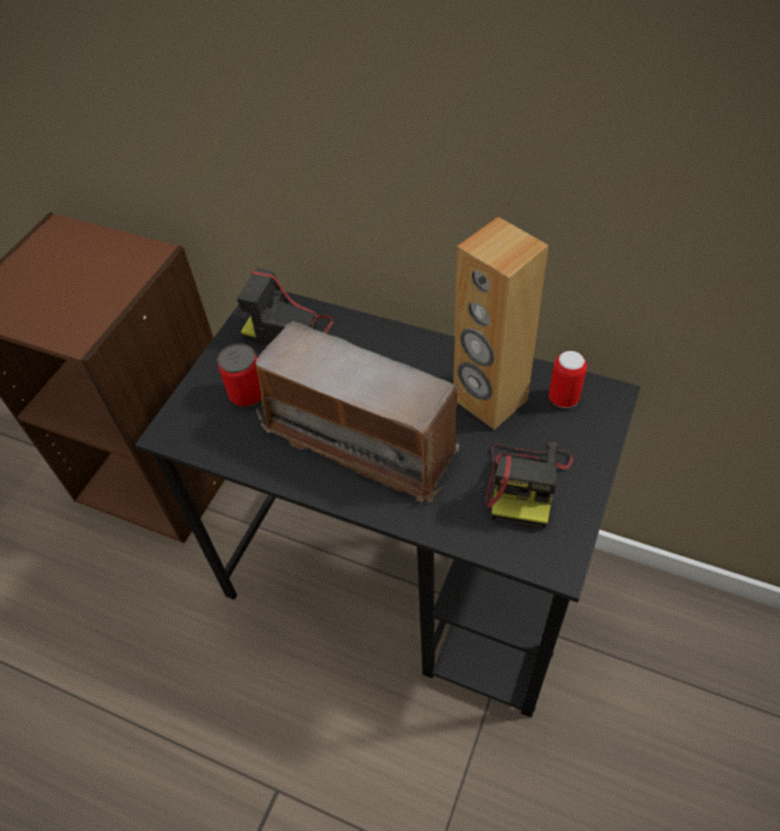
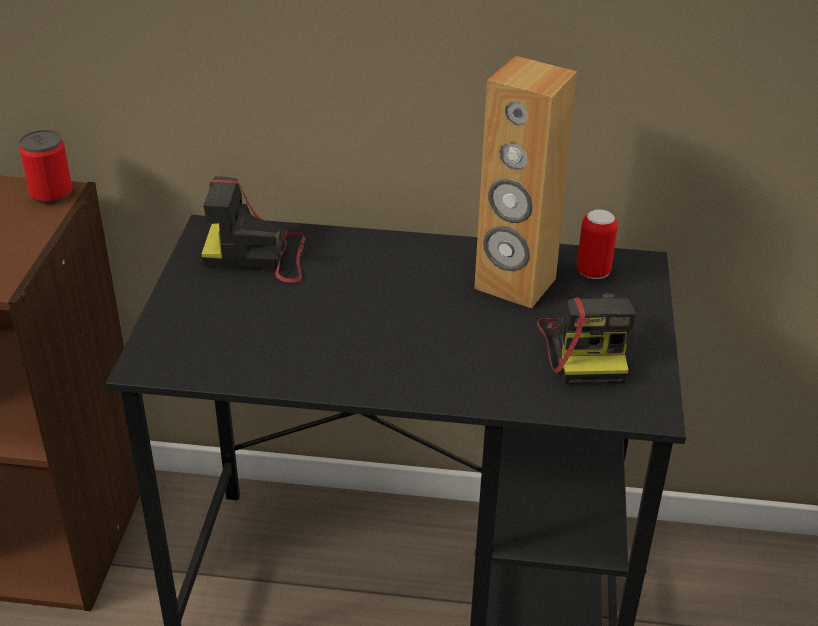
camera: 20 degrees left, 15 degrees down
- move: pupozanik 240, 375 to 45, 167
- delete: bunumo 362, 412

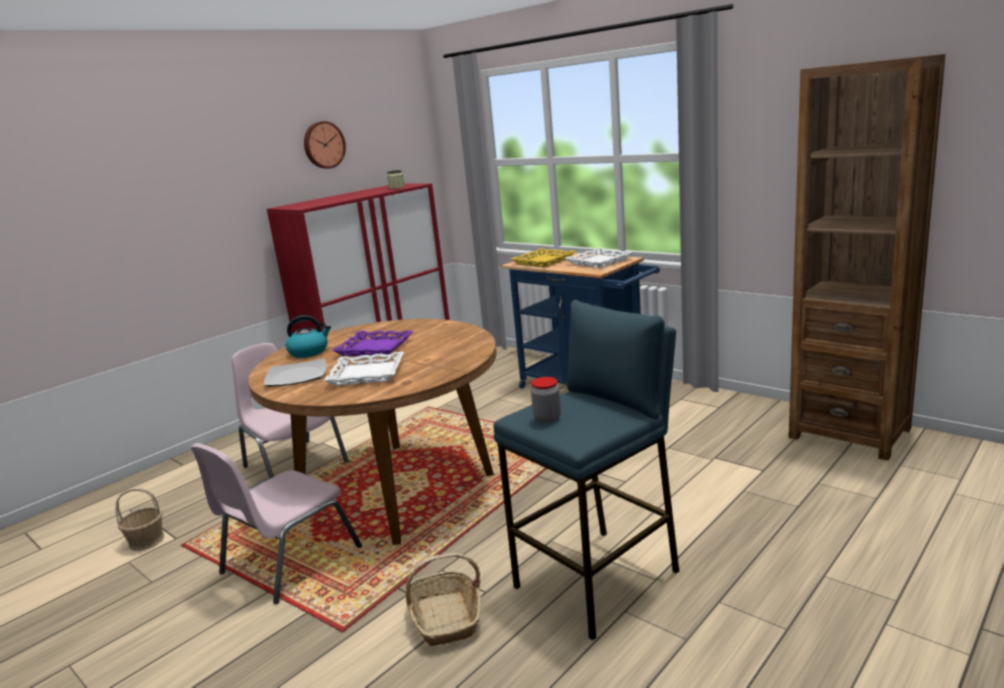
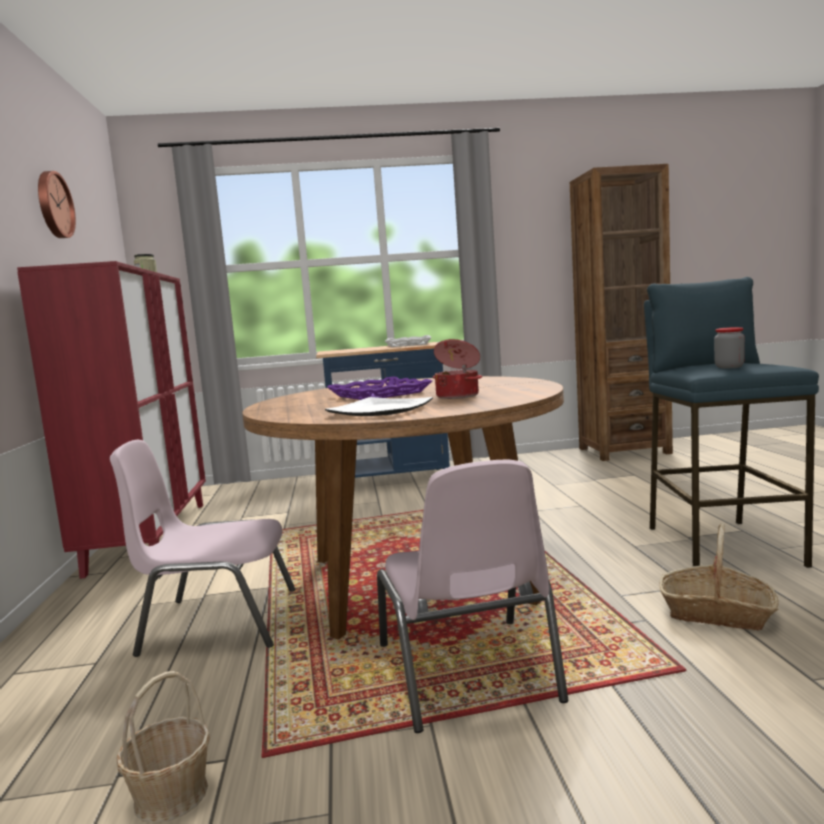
camera: 50 degrees left, 10 degrees down
- replace: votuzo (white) 364, 369 to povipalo 457, 369
- delete: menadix 308, 336
- delete: votuzo (yellow) 543, 257

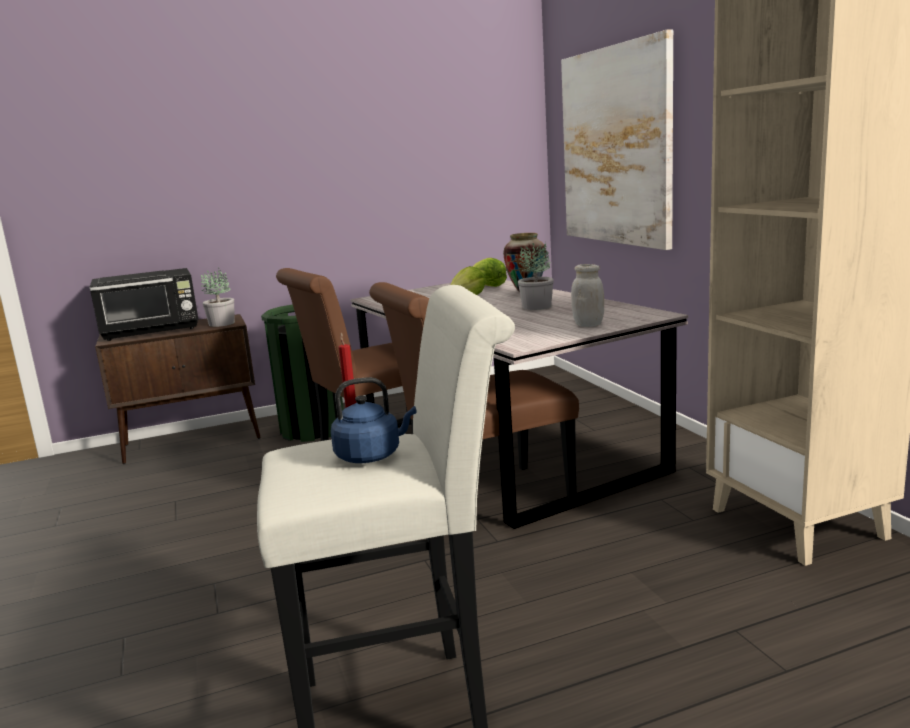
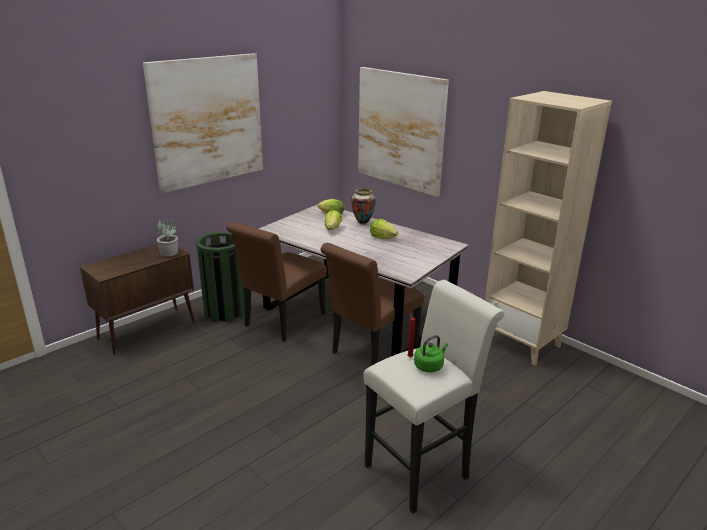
camera: 25 degrees left, 10 degrees up
- insert: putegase 203, 123
- replace: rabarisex 536, 276 to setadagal 384, 229
- recolor: menadix (blue) 373, 420 to menadix (green) 431, 354
- delete: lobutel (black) 143, 304
- delete: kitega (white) 587, 295

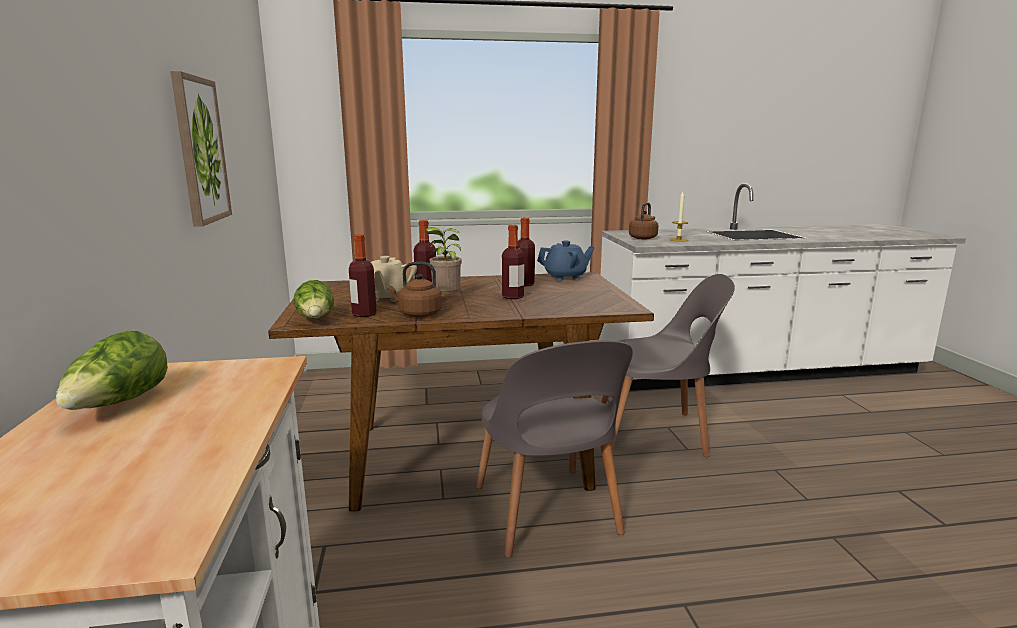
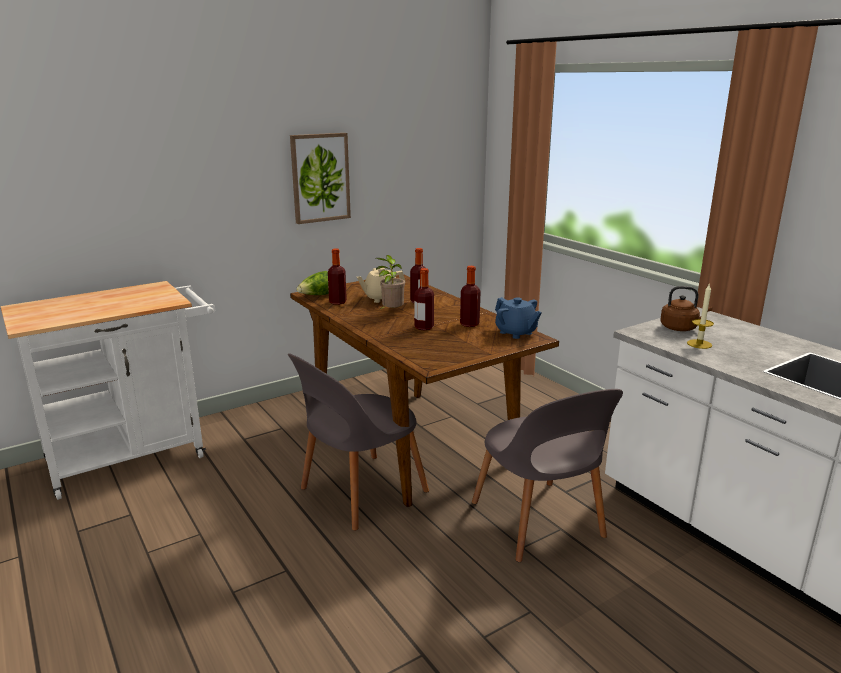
camera: 65 degrees right, 5 degrees up
- delete: setadagal 112, 370
- delete: menadix (brown) 414, 289

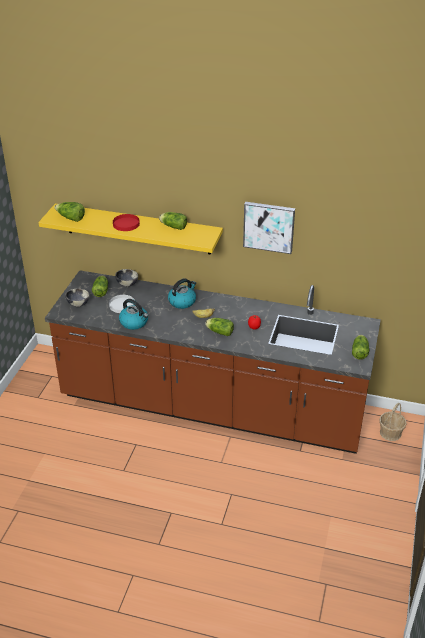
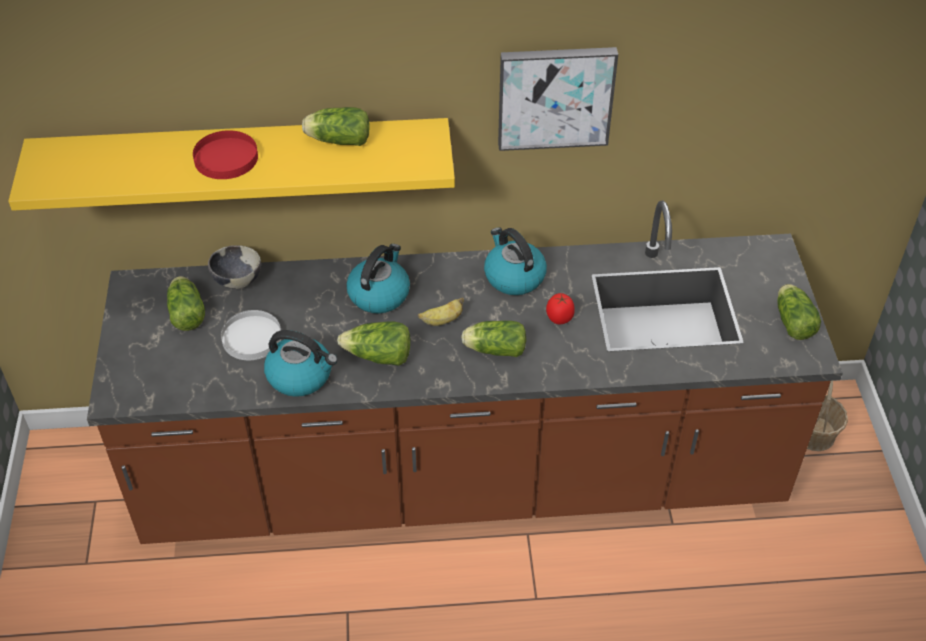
camera: 20 degrees left, 10 degrees up
- move: setadagal 69, 212 to 373, 343
- insert: menadix 515, 261
- delete: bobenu 77, 298

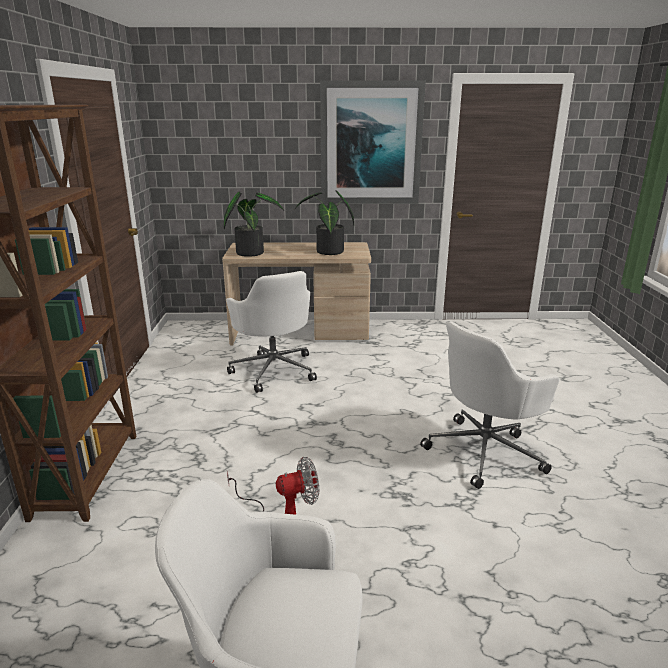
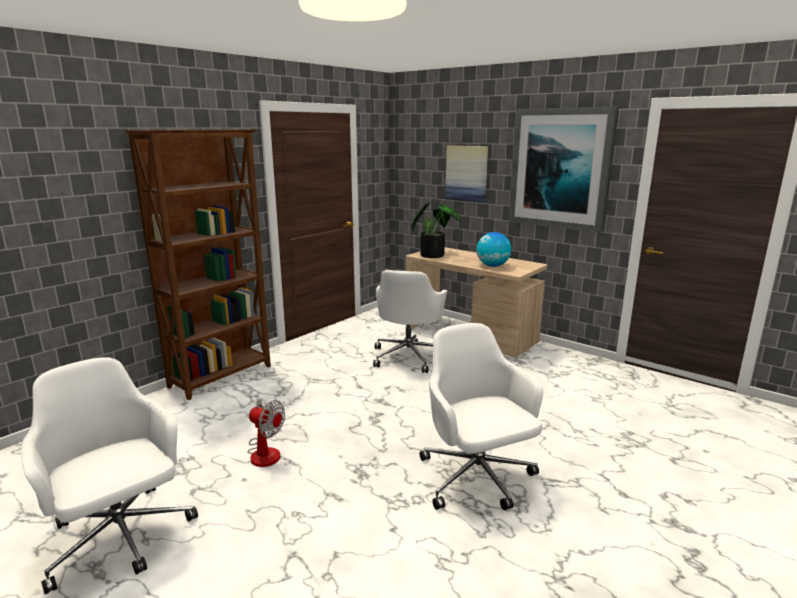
camera: 40 degrees right, 5 degrees down
- rotate: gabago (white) 489, 405 = 481, 416 60 degrees clockwise
- insert: putegase 466, 174
- replace: rabarisex 324, 222 to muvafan 493, 249

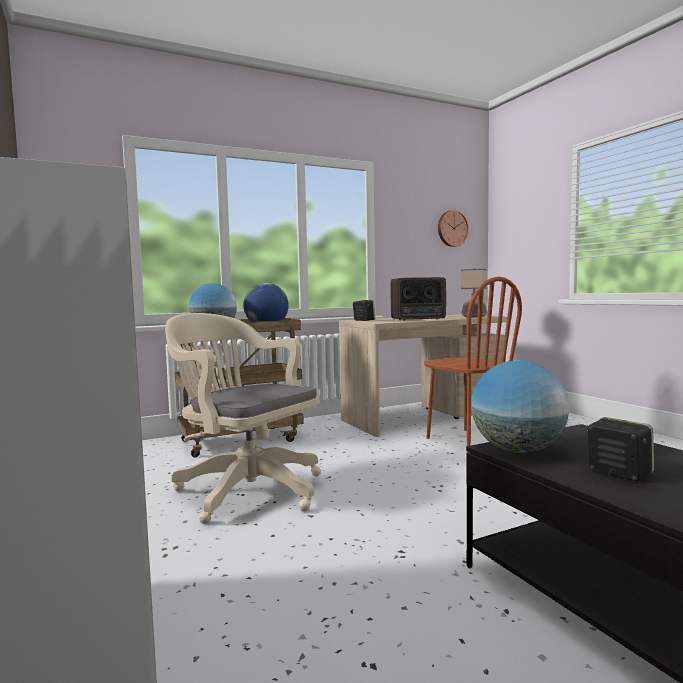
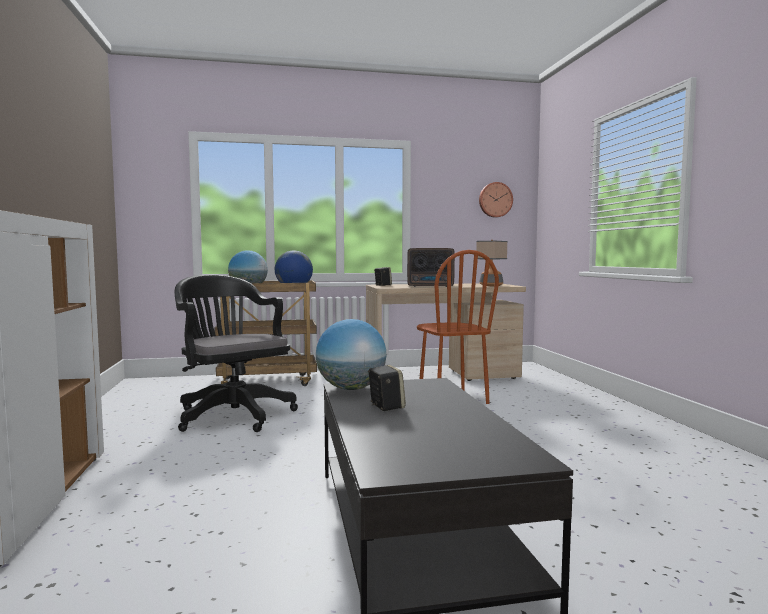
camera: 15 degrees right, 0 degrees up
- recolor: gabago (beige) 243, 418 to gabago (black) 236, 353

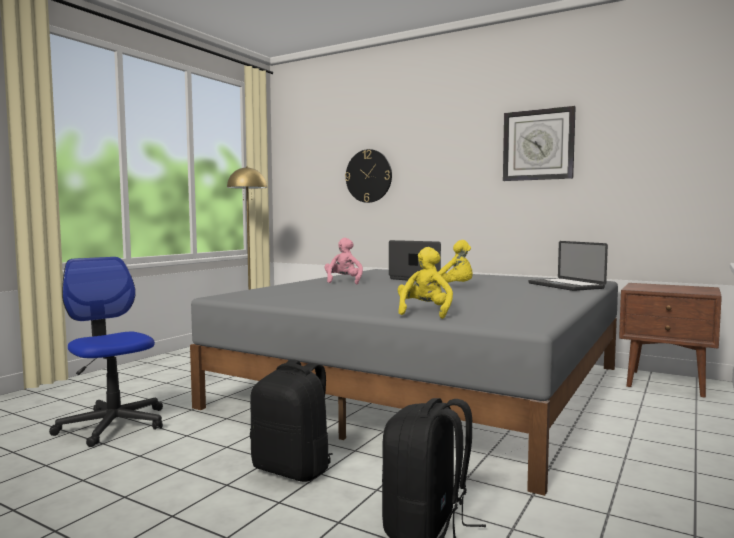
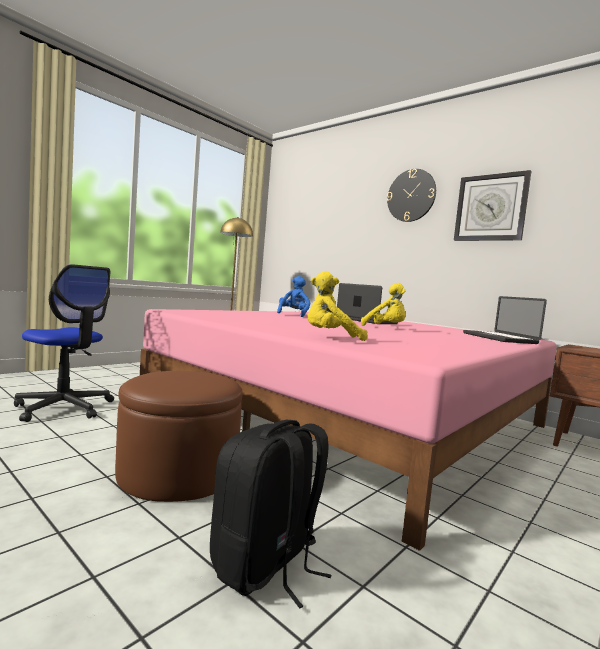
camera: 10 degrees right, 0 degrees up
- rotate: gabago 106, 352 = 64, 343 150 degrees clockwise
- replace: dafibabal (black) 291, 420 to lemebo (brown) 179, 436
- recolor: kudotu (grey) 404, 382 to kudotu (pink) 348, 430
- recolor: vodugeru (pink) 344, 261 to vodugeru (blue) 293, 296
- rotate: vodugeru (yellow) 425, 283 = 337, 306 120 degrees counterclockwise
- move: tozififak 368, 176 to 411, 195

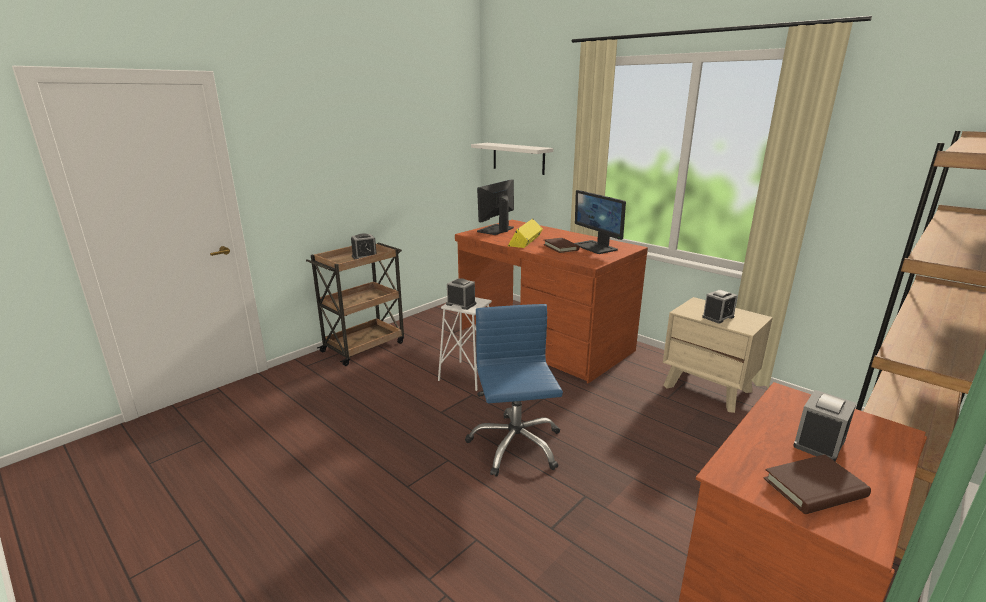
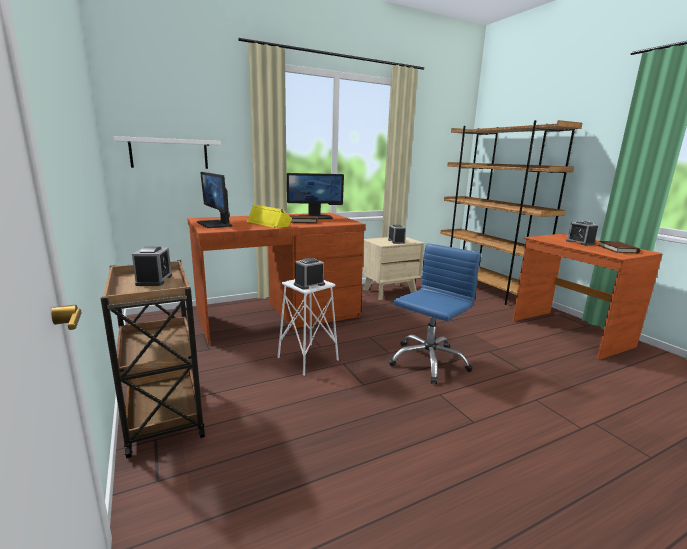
camera: 70 degrees left, 5 degrees down
- rotate: gabago (blue) 514, 390 = 434, 313 120 degrees clockwise

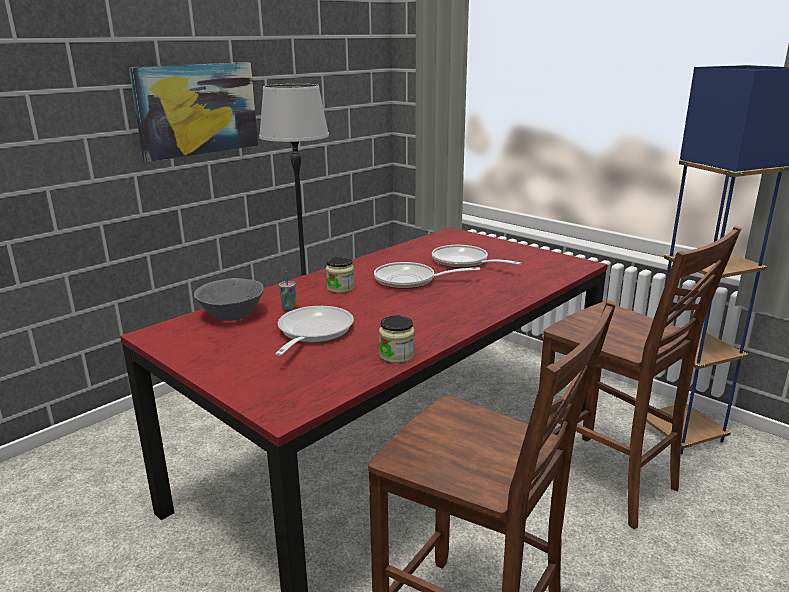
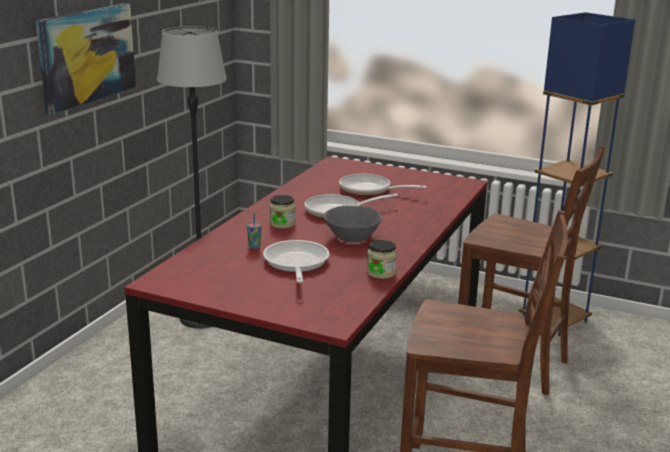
camera: 20 degrees left, 0 degrees up
- move: bobenu (grey) 229, 299 to 353, 224

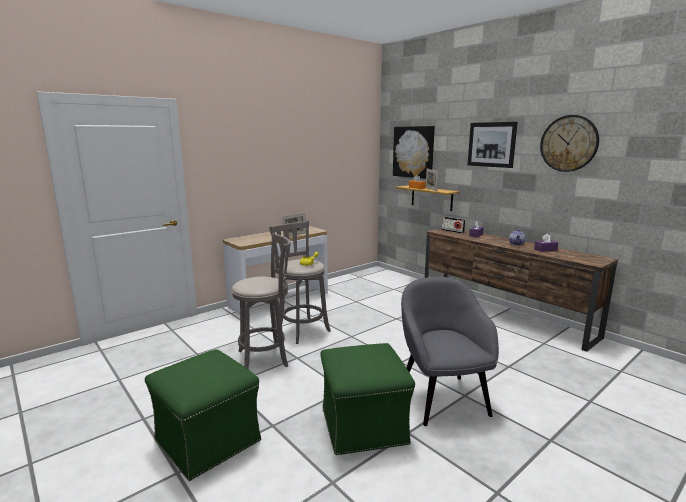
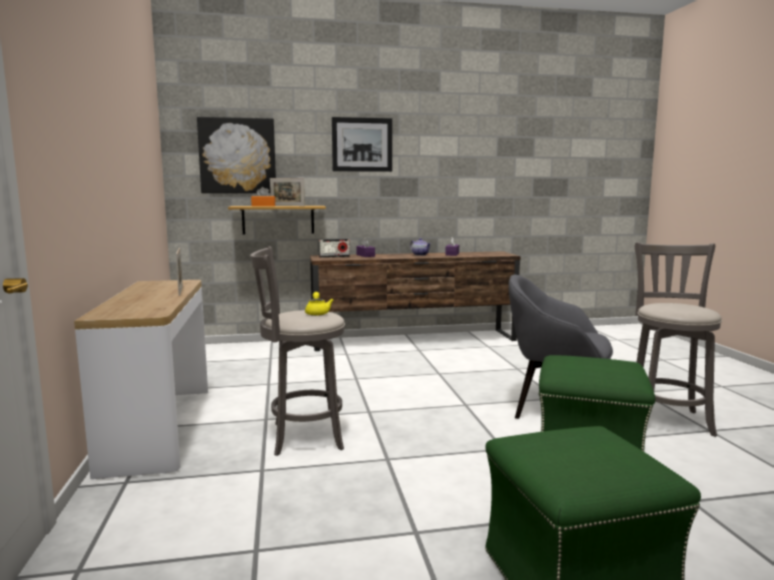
camera: 60 degrees left, 5 degrees down
- move: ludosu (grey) 261, 301 to 678, 339
- delete: tozififak 569, 143

